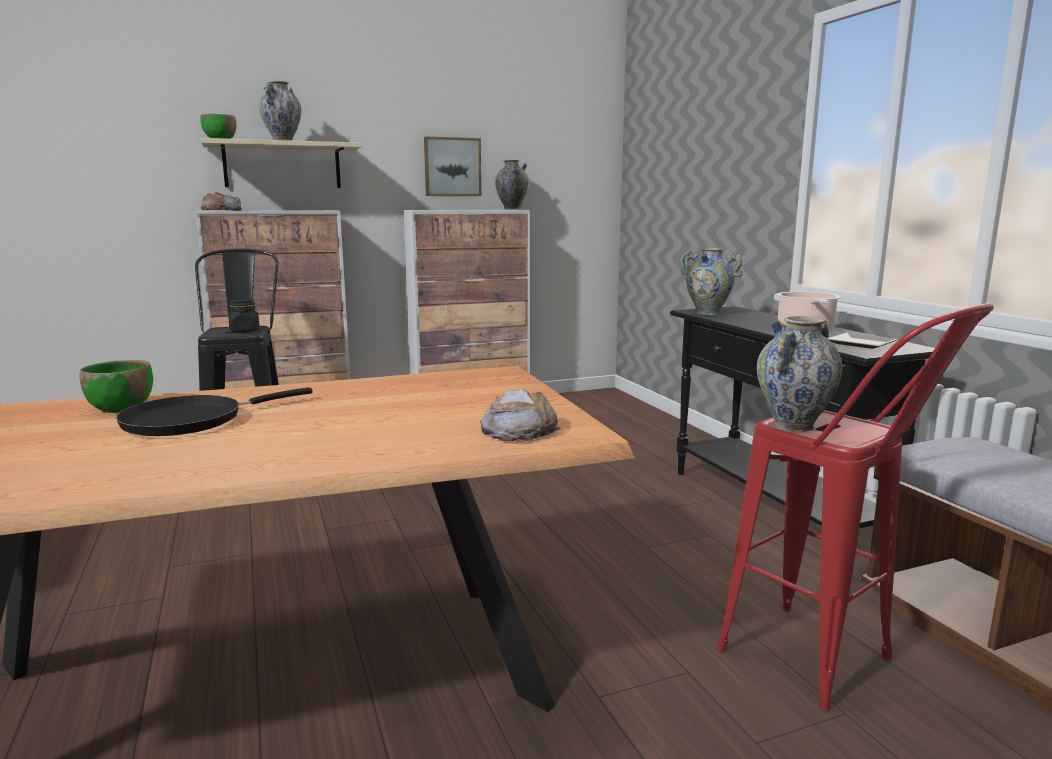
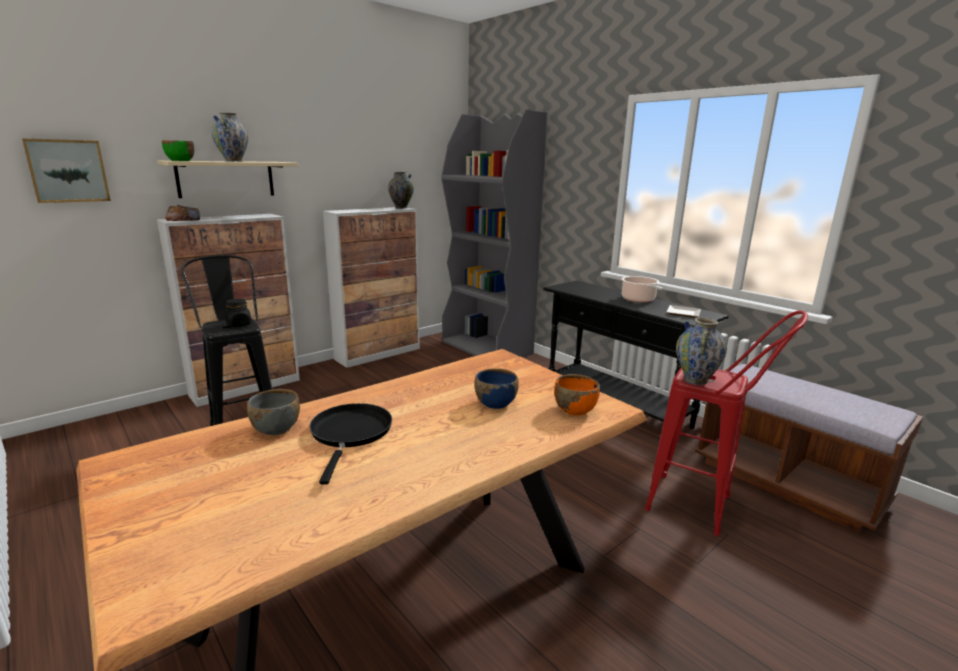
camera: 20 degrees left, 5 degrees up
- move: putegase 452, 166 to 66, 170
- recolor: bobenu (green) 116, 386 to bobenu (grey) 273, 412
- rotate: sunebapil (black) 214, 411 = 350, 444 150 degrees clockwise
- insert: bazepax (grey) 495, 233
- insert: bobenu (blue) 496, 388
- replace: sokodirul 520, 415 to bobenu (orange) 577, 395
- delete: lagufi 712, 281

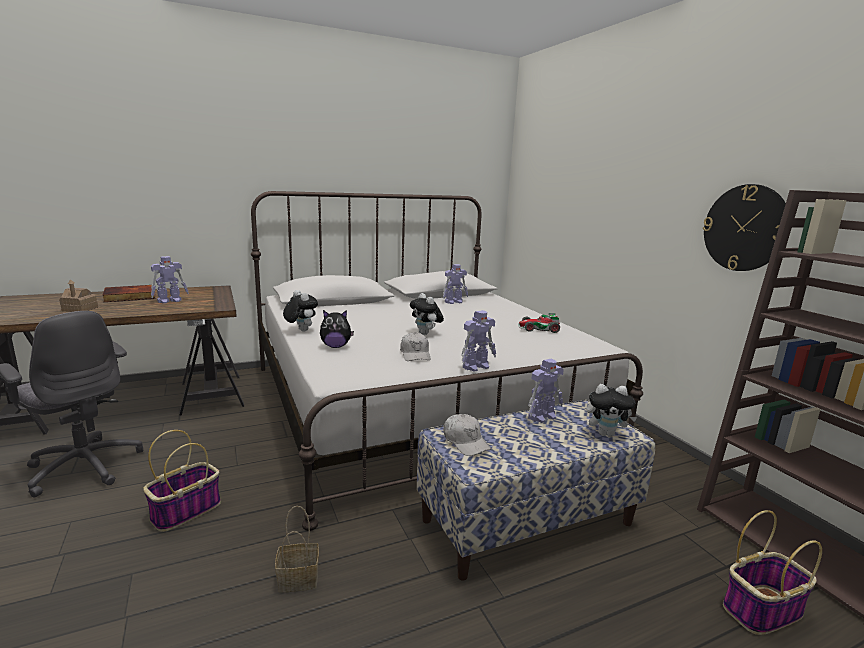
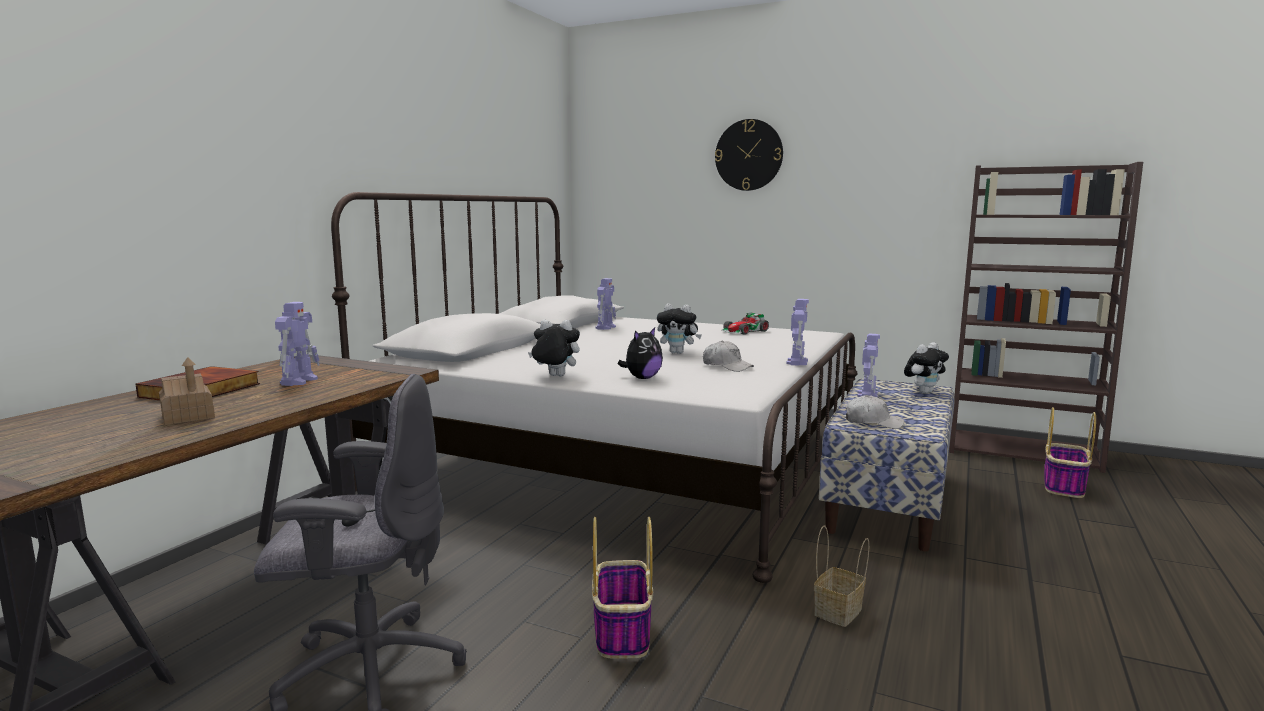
camera: 40 degrees left, 5 degrees down
- move: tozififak 744, 227 to 749, 155

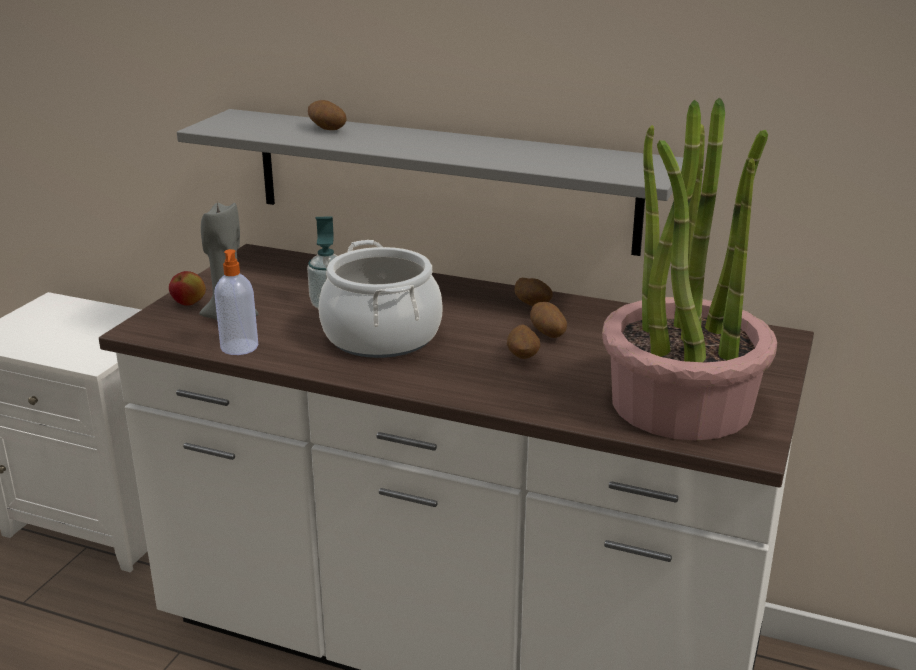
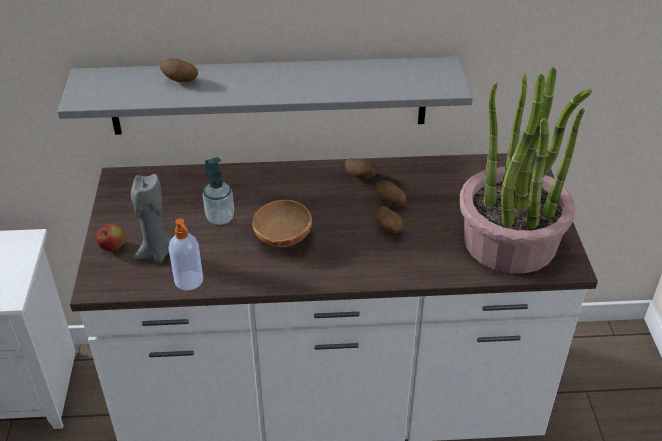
camera: 25 degrees left, 15 degrees up
- replace: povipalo 380, 299 to bobenu (brown) 282, 223

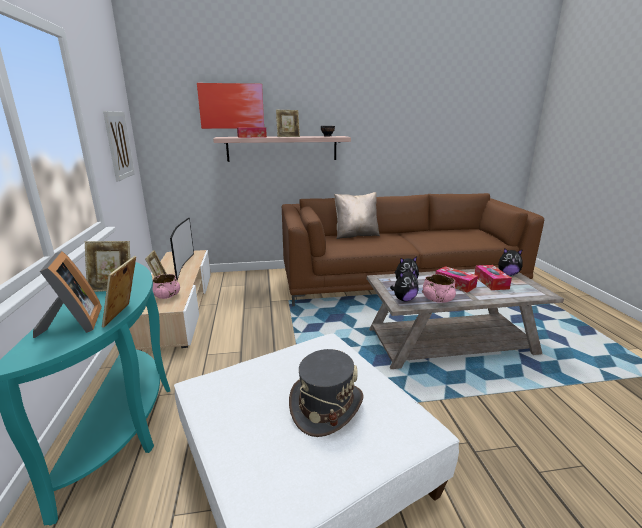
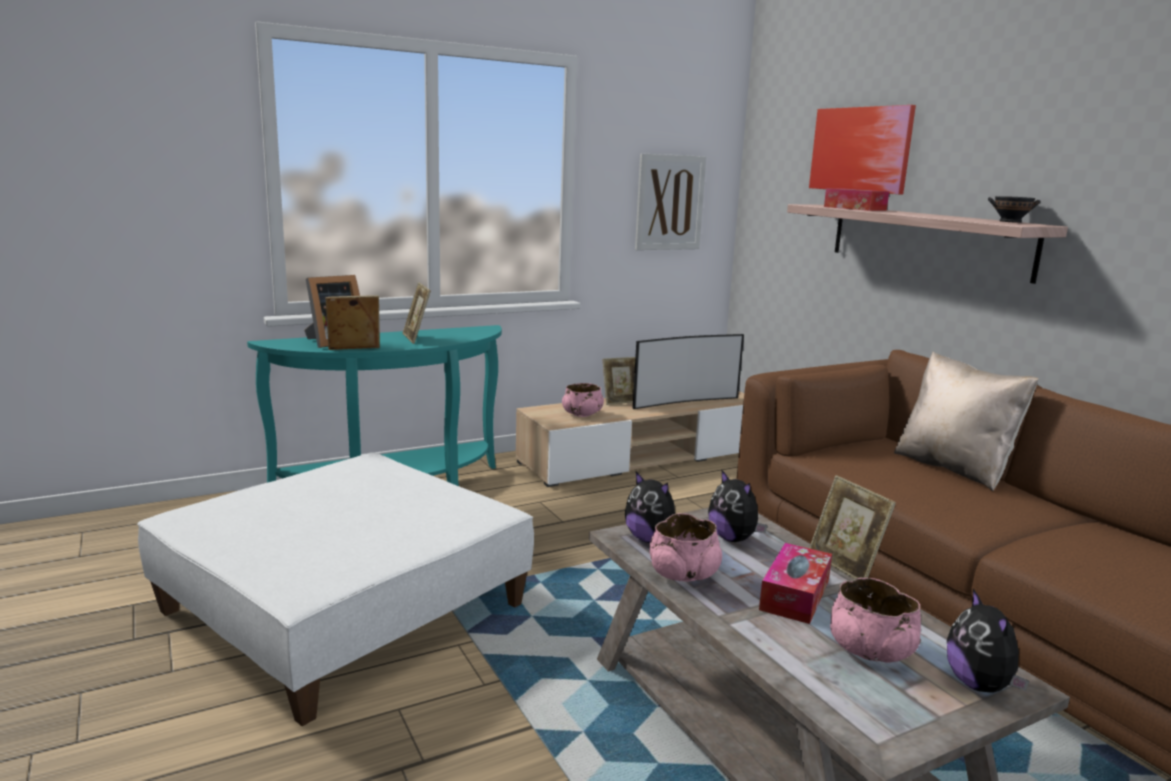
camera: 70 degrees right, 5 degrees down
- move: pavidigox 288, 123 to 852, 527
- replace: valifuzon 493, 277 to bobenu (pink) 875, 620
- delete: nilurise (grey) 326, 393

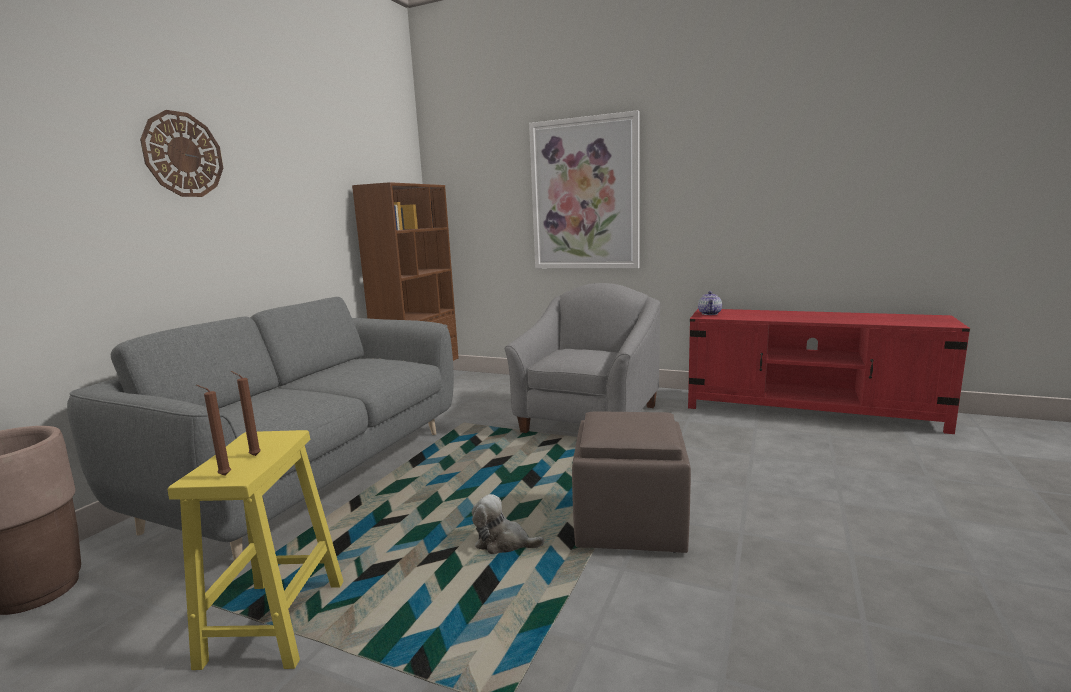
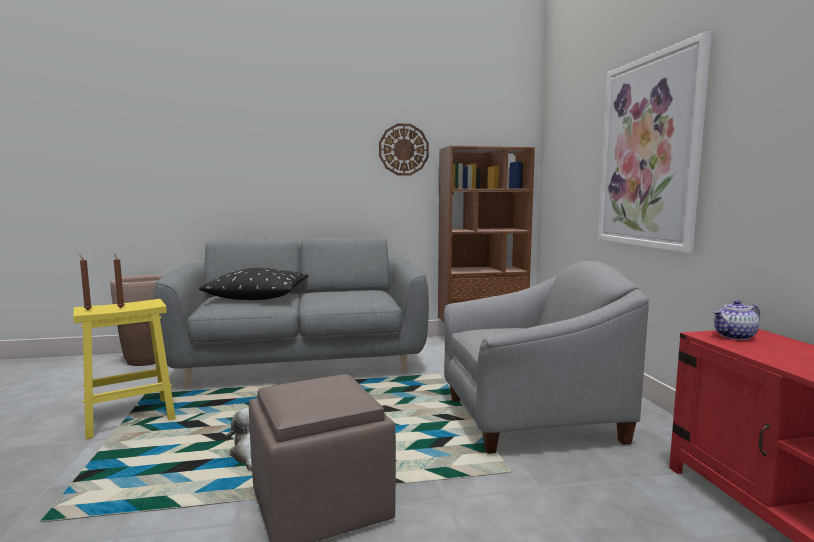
camera: 55 degrees right, 5 degrees down
- insert: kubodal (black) 254, 284
- move: tozififak 181, 153 to 404, 149

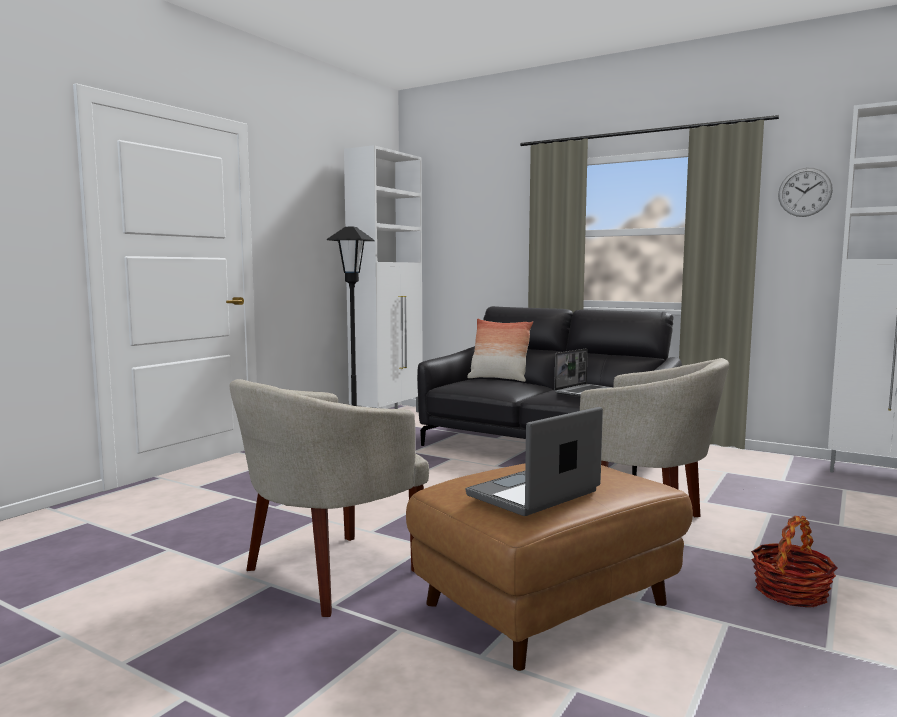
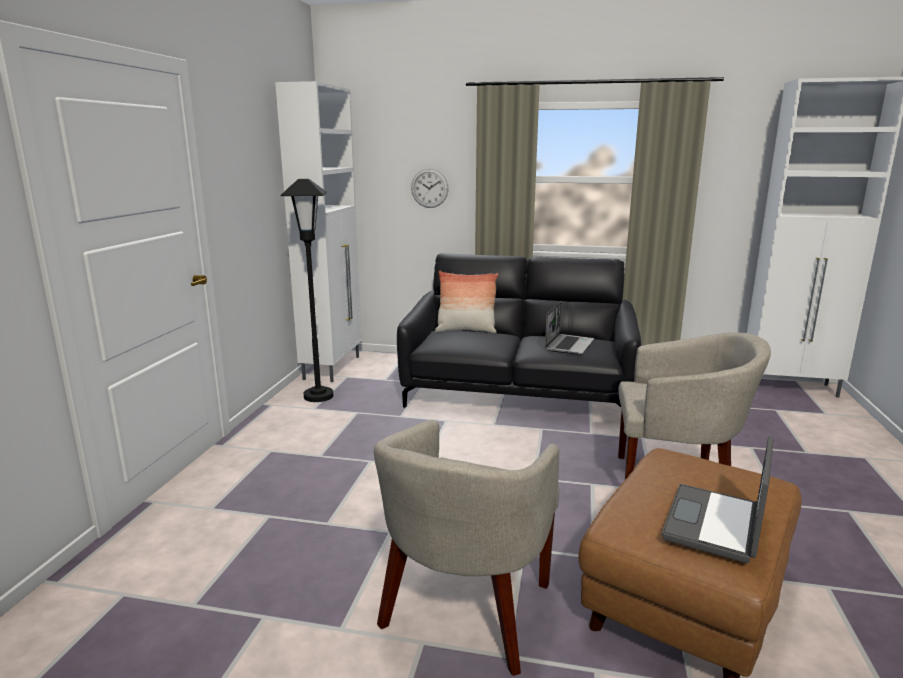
camera: 20 degrees left, 10 degrees up
- move: tozififak 805, 192 to 430, 188
- delete: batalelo 794, 561

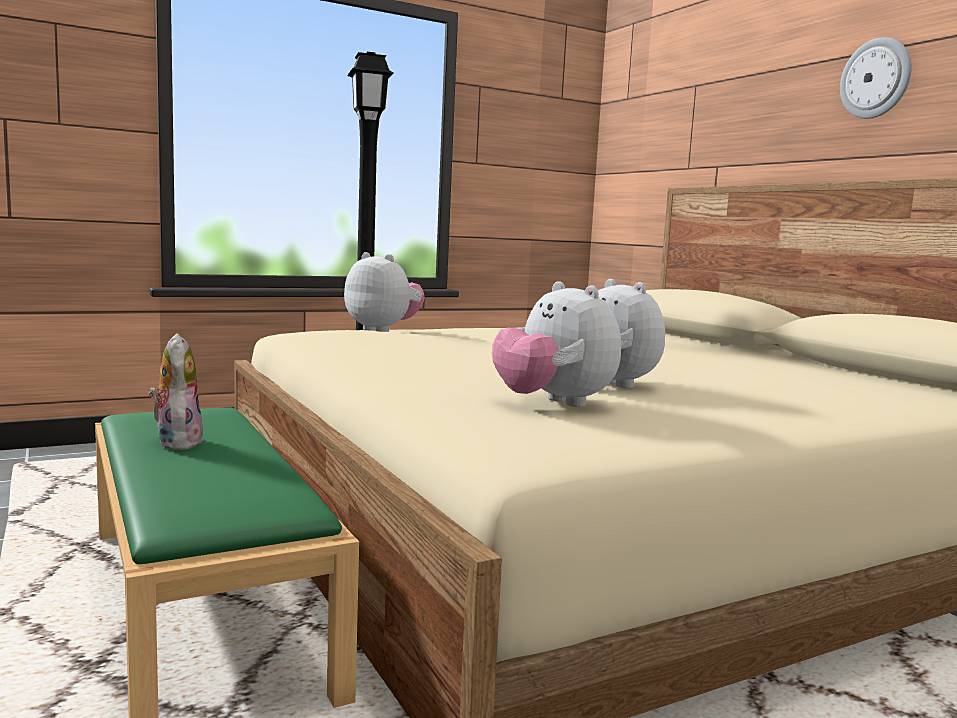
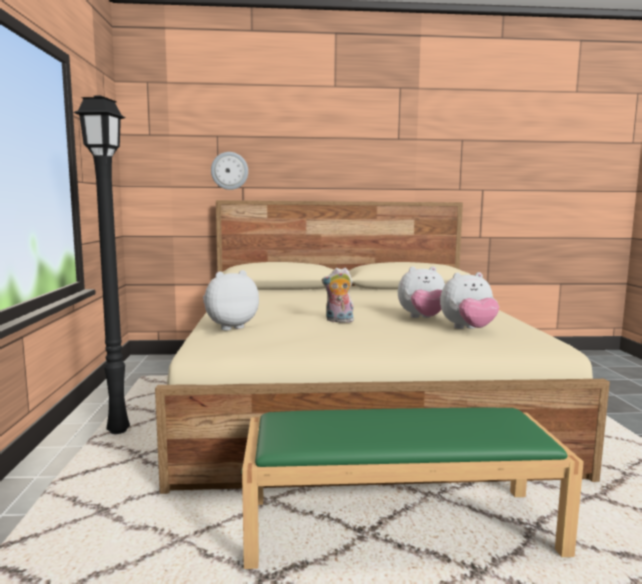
camera: 65 degrees left, 0 degrees up
- move: tozififak 876, 78 to 229, 171
- move: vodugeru 176, 391 to 338, 295

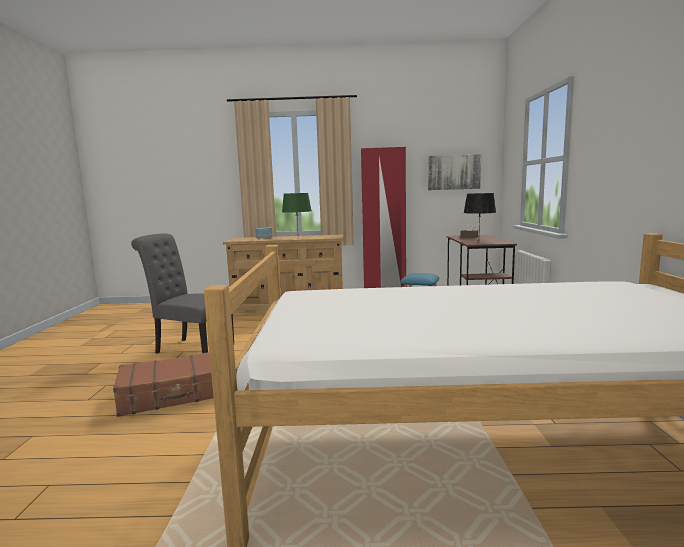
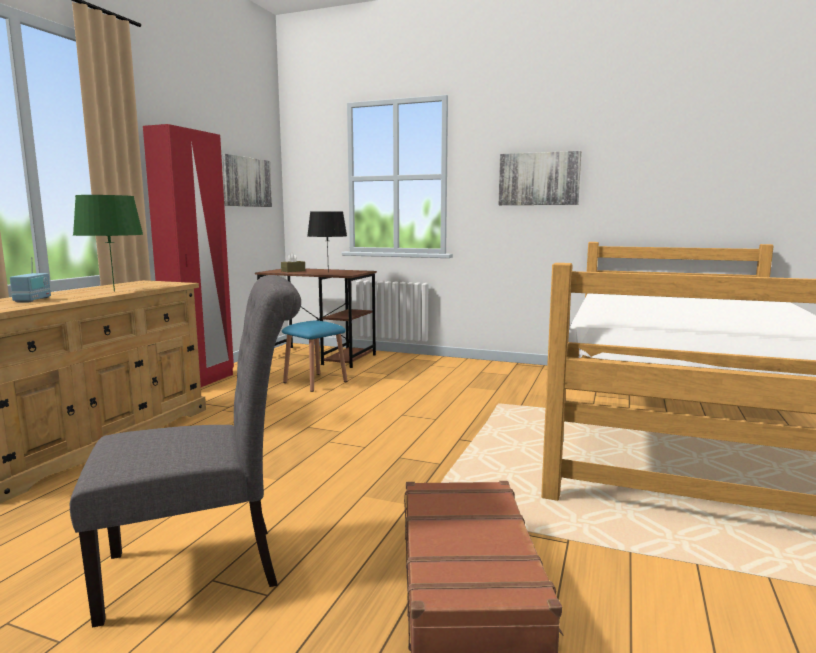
camera: 70 degrees left, 0 degrees up
- rotate: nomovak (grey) 182, 293 = 185, 451 150 degrees counterclockwise
- insert: putegase 540, 178

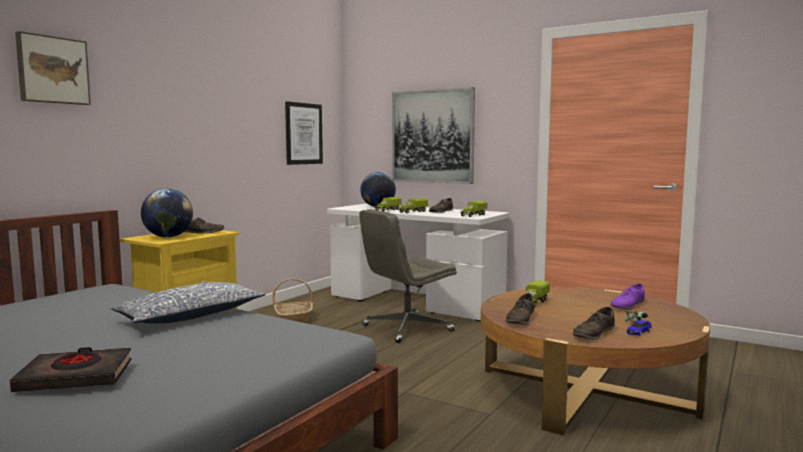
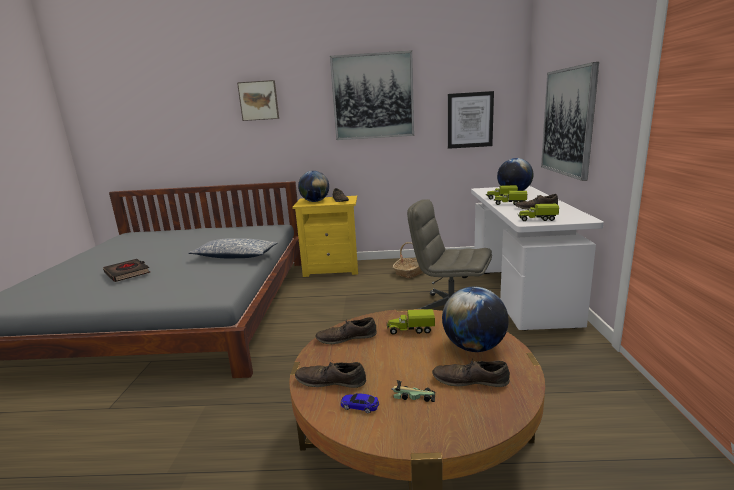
camera: 60 degrees right, 10 degrees up
- insert: putegase 372, 95
- recolor: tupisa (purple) 627, 296 to tupisa (brown) 471, 374
- insert: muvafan 475, 319

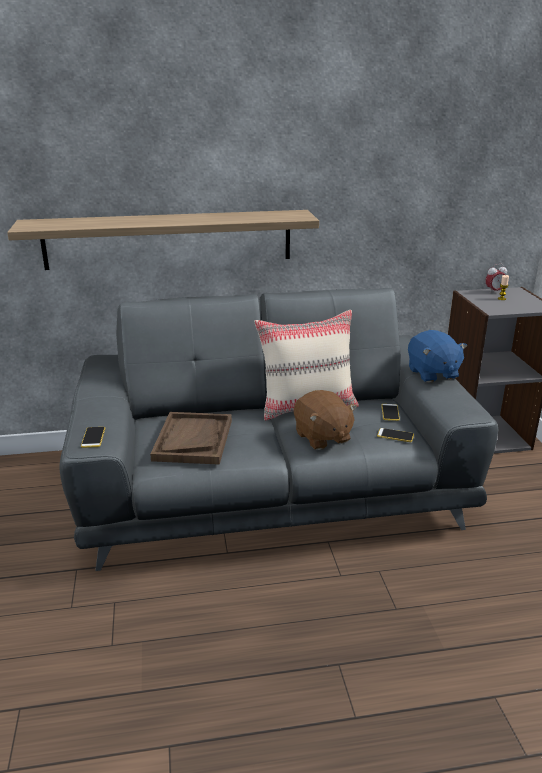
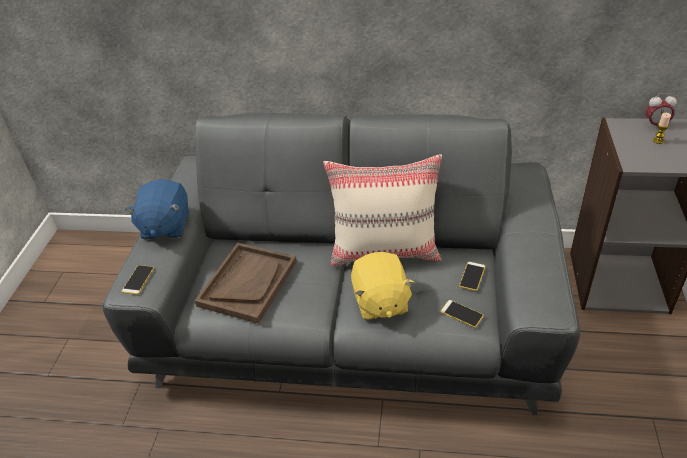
camera: 20 degrees right, 15 degrees up
- move: vodugeru (blue) 437, 356 to 157, 209
- recolor: vodugeru (brown) 325, 420 to vodugeru (yellow) 383, 286
- delete: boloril 163, 240

